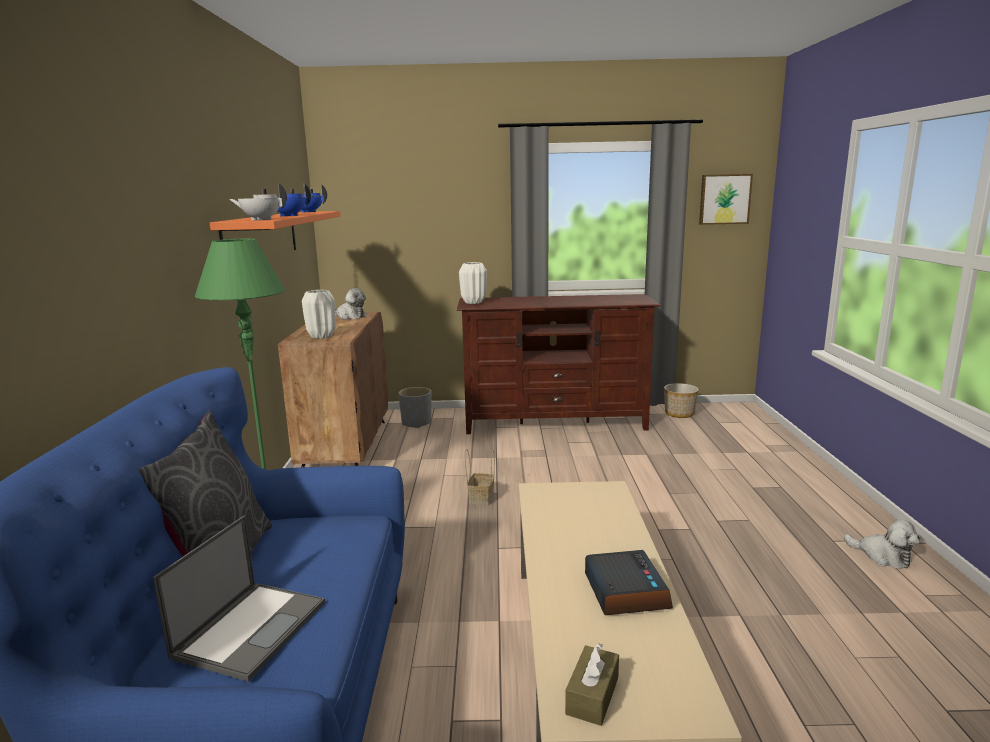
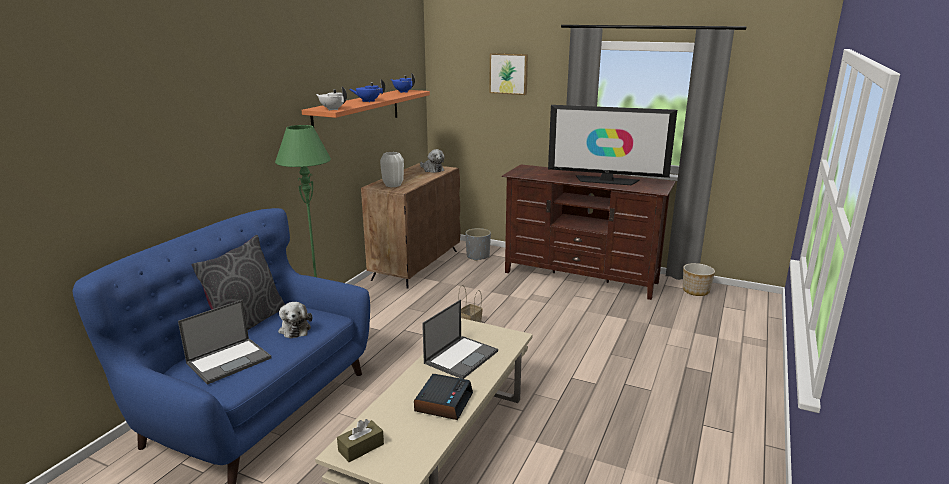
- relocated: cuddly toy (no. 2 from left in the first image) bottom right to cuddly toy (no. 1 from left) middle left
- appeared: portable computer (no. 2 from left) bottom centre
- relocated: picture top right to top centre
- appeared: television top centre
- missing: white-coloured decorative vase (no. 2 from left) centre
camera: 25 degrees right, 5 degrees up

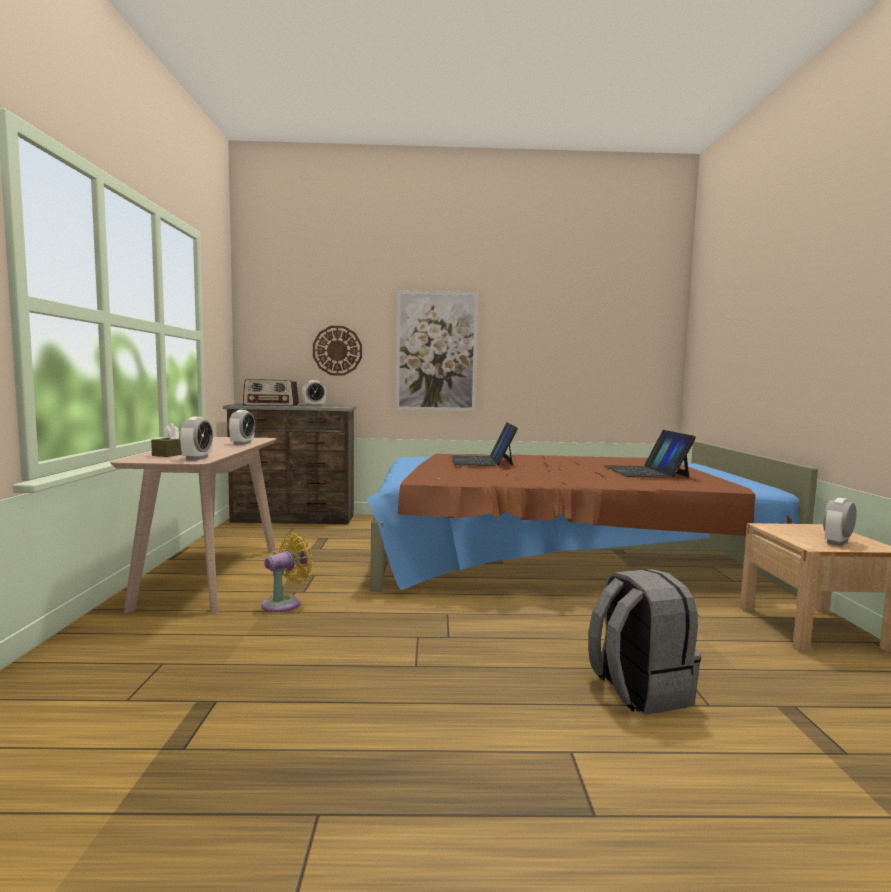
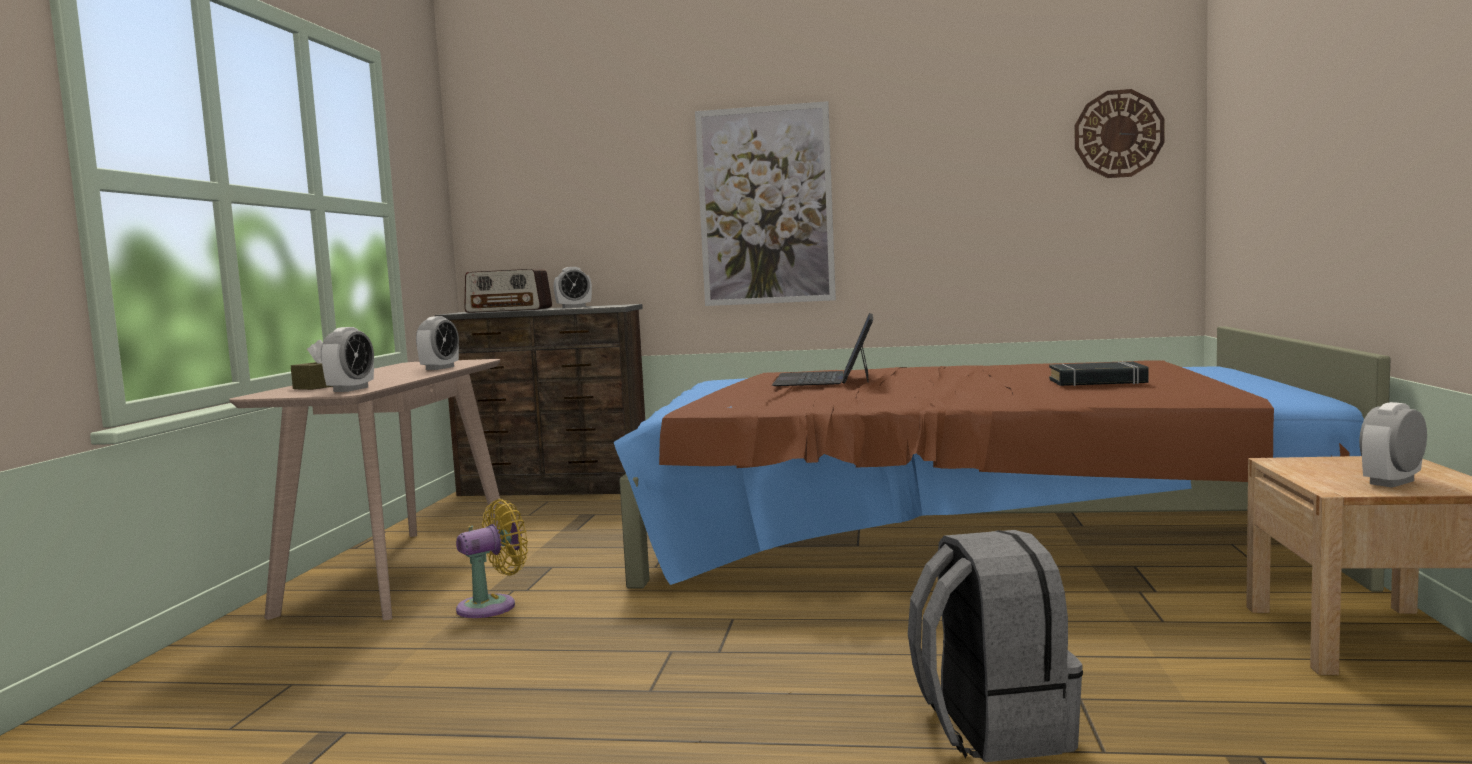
- exchanged: portable computer (no. 2 from left) middle right to black book middle right
- relocated: hanging clock centre to top right
camera: 10 degrees right, 0 degrees up

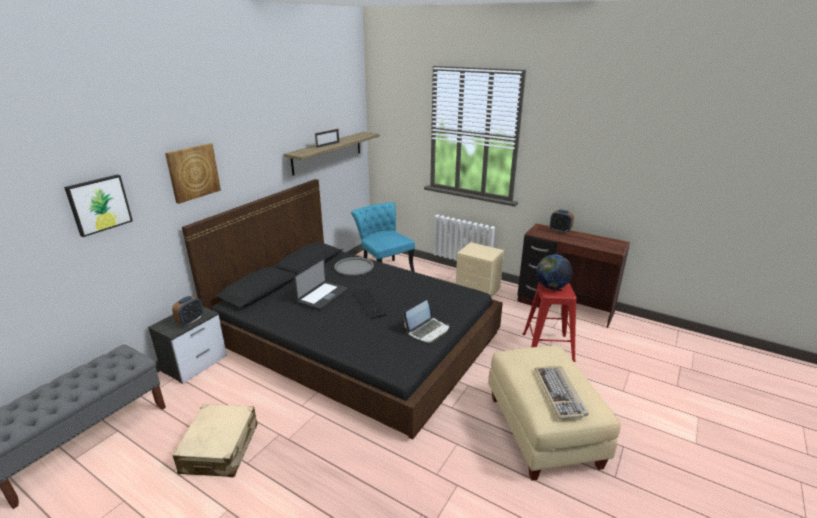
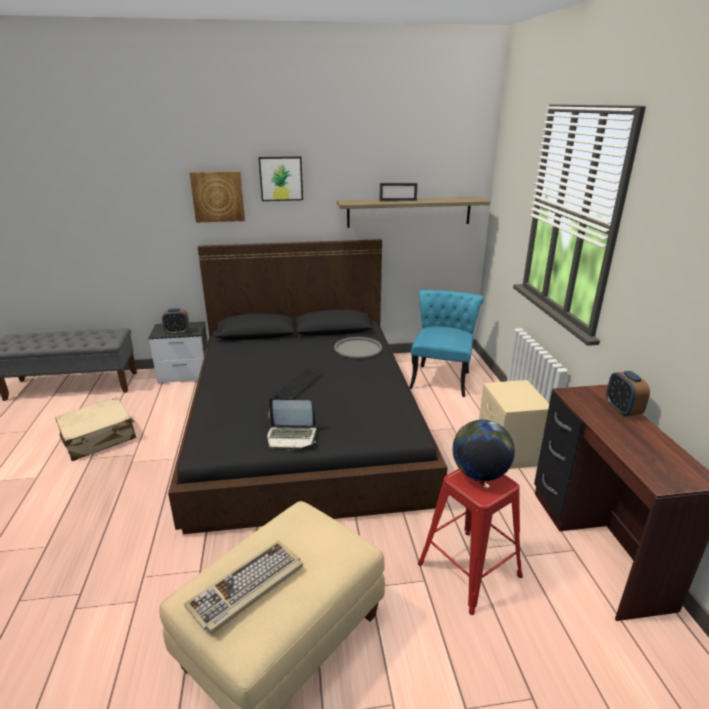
- relocated: picture (no. 1 from left in the first image) middle left to picture (no. 2 from left) top centre
- missing: portable computer (no. 1 from left) centre
camera: 50 degrees right, 0 degrees up

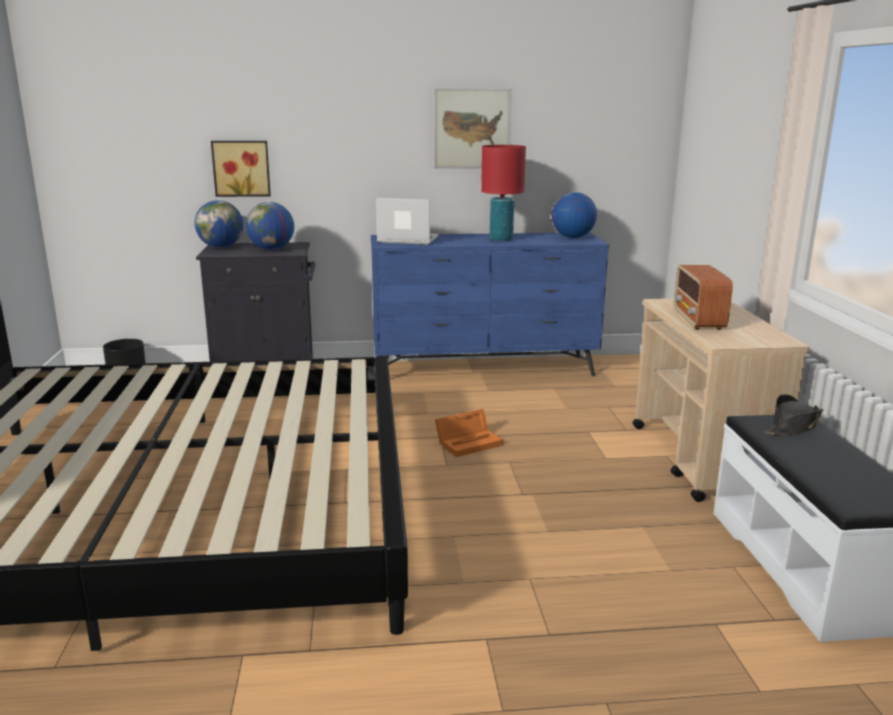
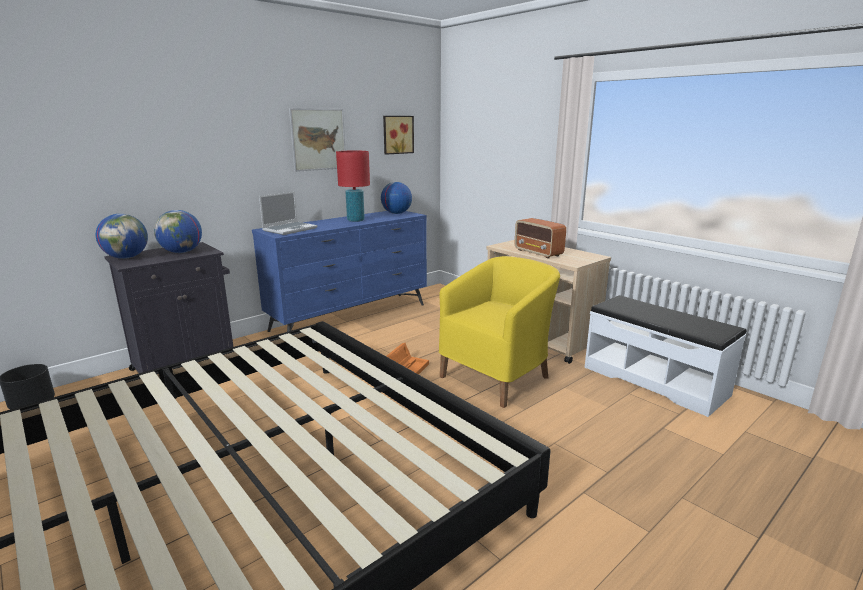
- spun: portable computer top centre = centre 150 degrees clockwise
- relocated: picture (no. 1 from left in the first image) top left to picture (no. 2 from left) top centre
- appeared: yellowish lounge chair centre
- missing: black wearable hat middle right
camera: 35 degrees left, 0 degrees up

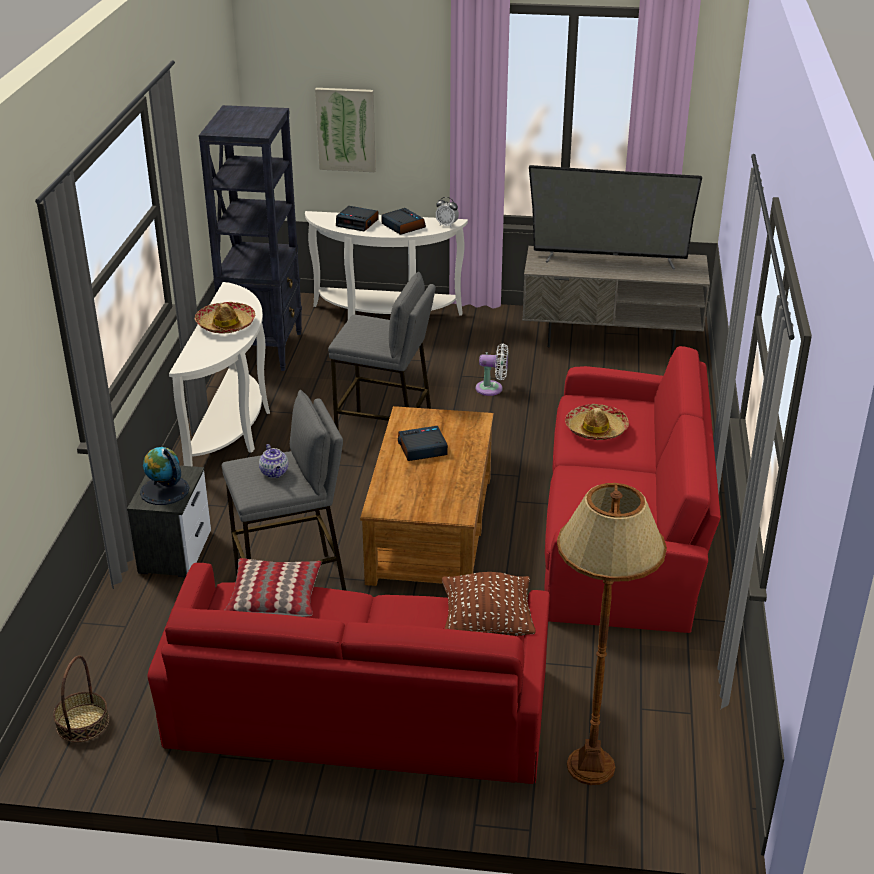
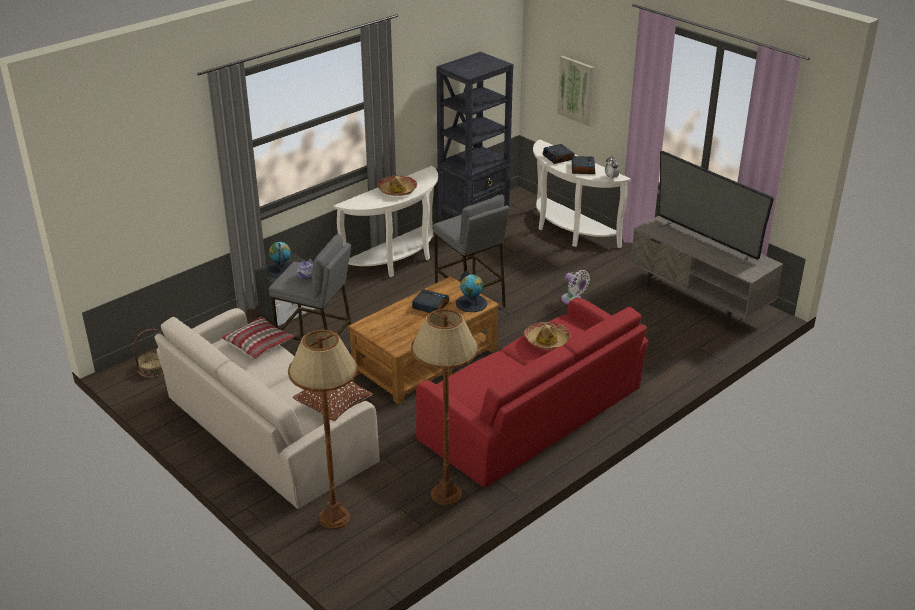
- colour: red-coloured sofa (no. 1 from left) bottom centre to sand-coloured sofa bottom left
- appeared: brown standing lamp (no. 2 from left) bottom centre
- appeared: globe (no. 2 from left) centre
camera: 40 degrees right, 0 degrees up

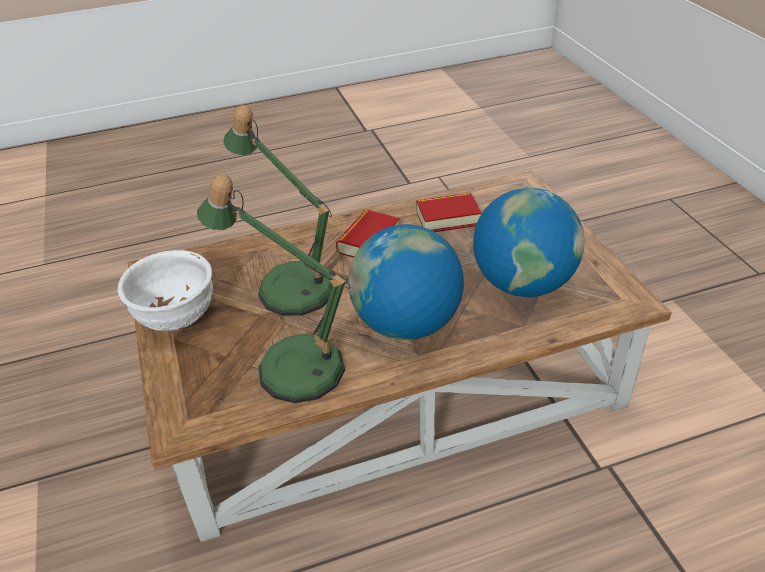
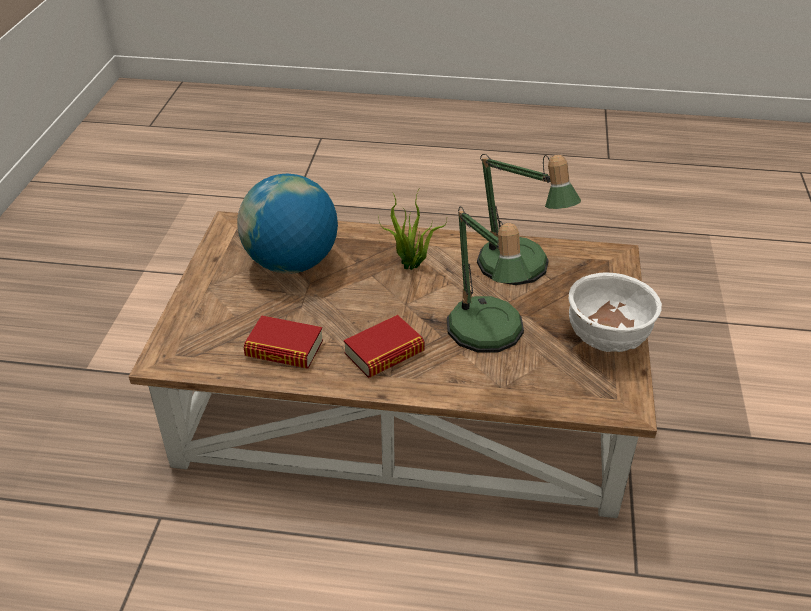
- exchanged: globe (no. 1 from left) centre to potted plant centre
camera: 155 degrees left, 0 degrees up

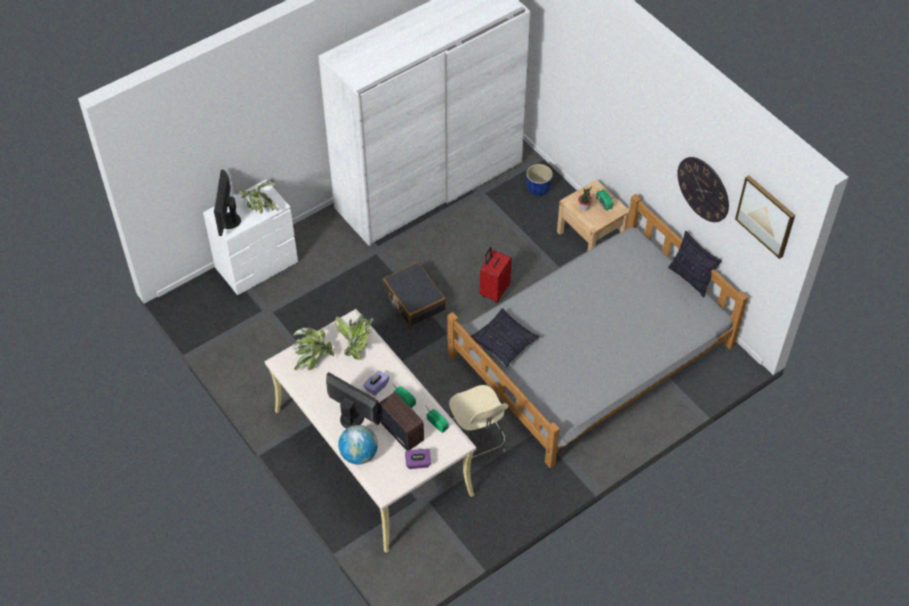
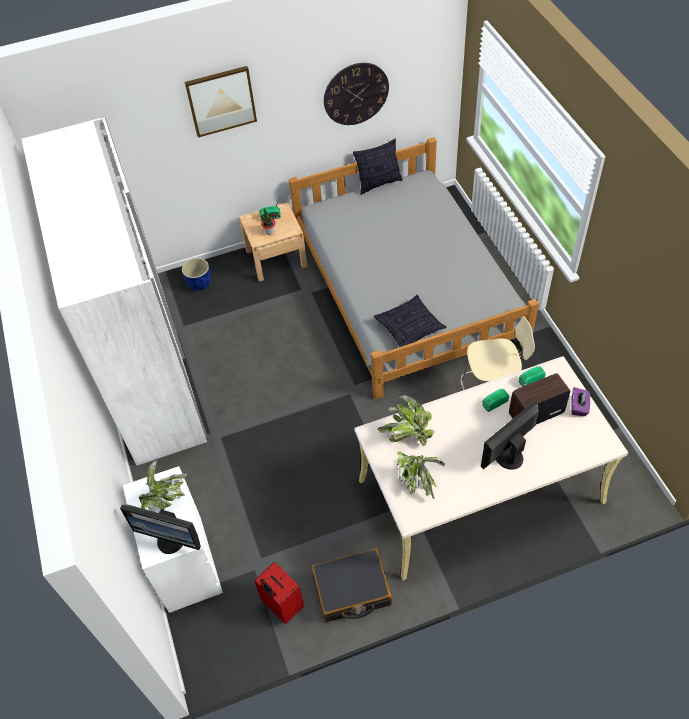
- relocated: picture middle right to top left
- relocated: red-coloured travel case centre to bottom centre
- relocated: black travel case centre to bottom centre
- missing: globe bottom centre
- missing: purple tissue holder (no. 1 from left) centre
camera: 70 degrees left, 0 degrees up

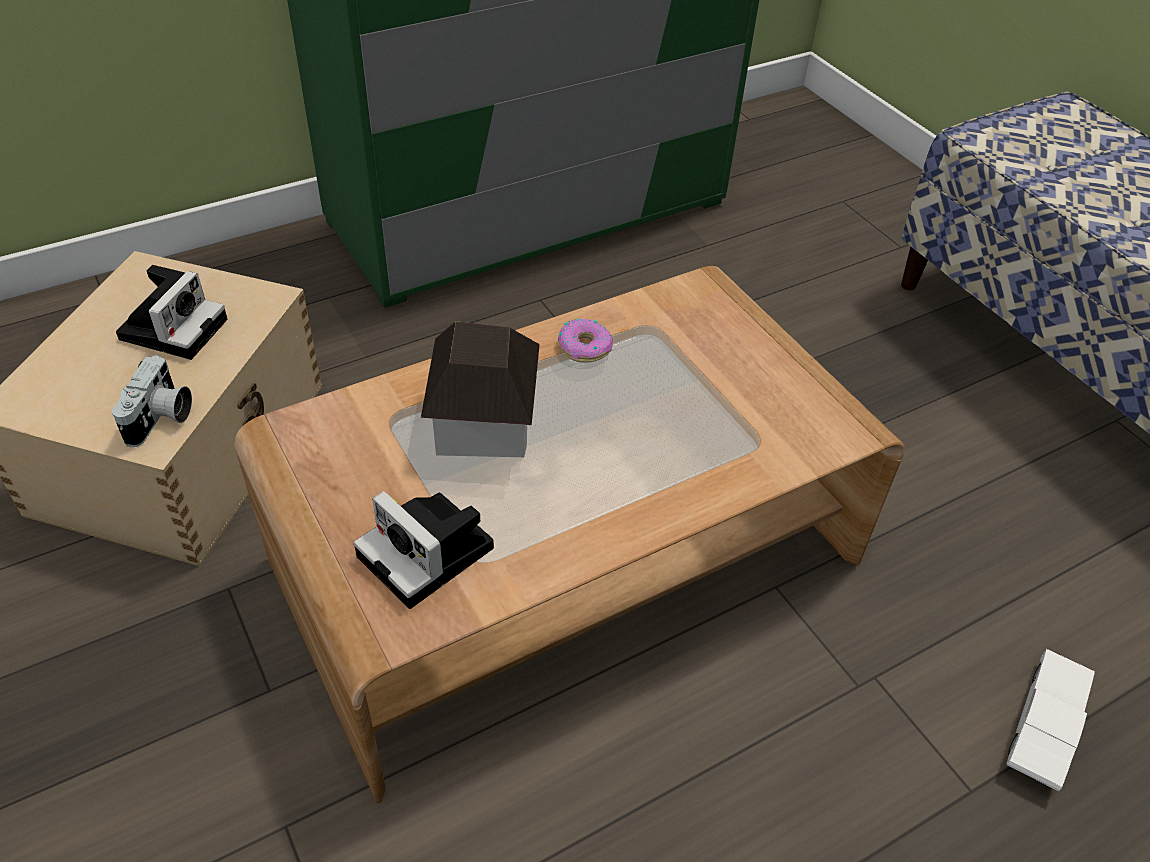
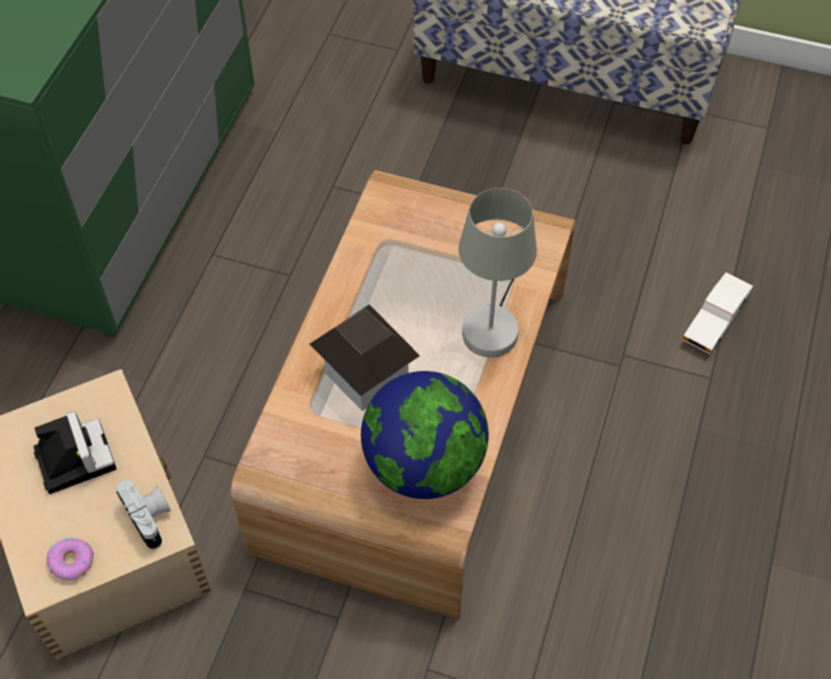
- relocated: donut centre to bottom left
- exchanged: still camera (no. 3 from left) centre to globe centre
- appeared: greyish table lamp centre
- spun: white-coloured toy car bottom right = middle right 135 degrees counterclockwise
camera: 40 degrees left, 10 degrees up

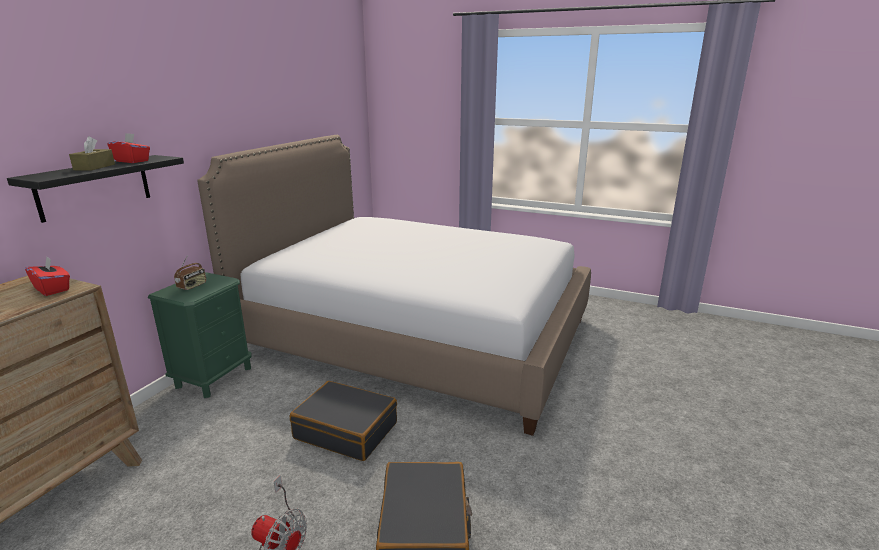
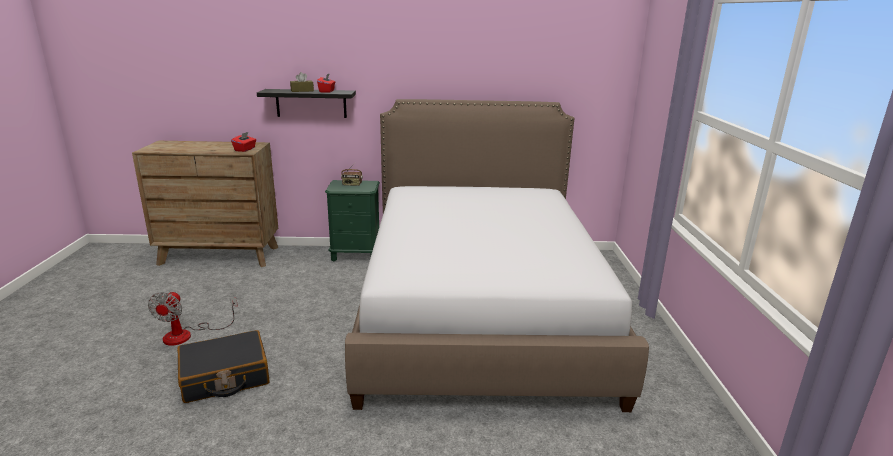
- missing: black travel case (no. 1 from left) bottom centre
camera: 65 degrees right, 0 degrees up

